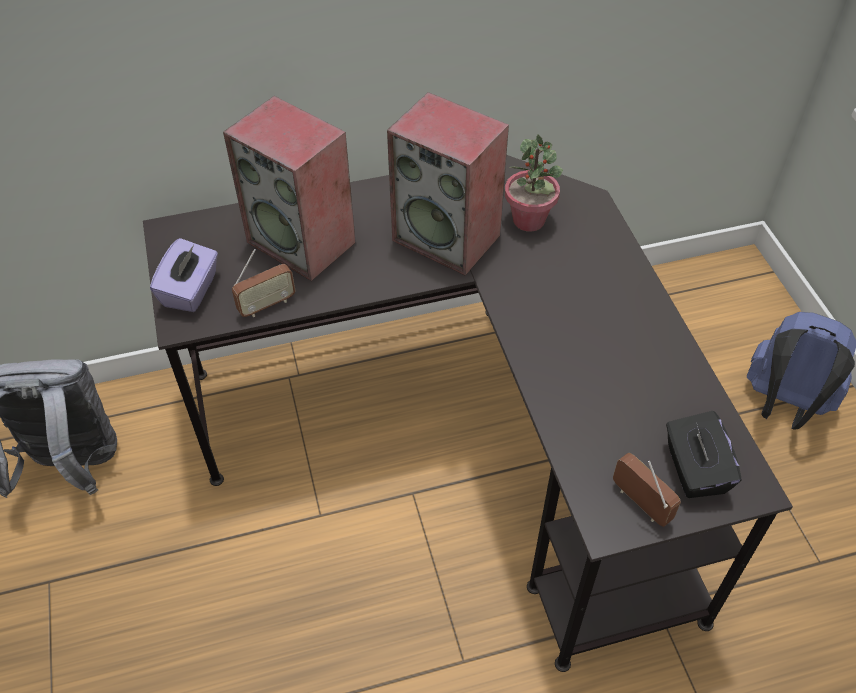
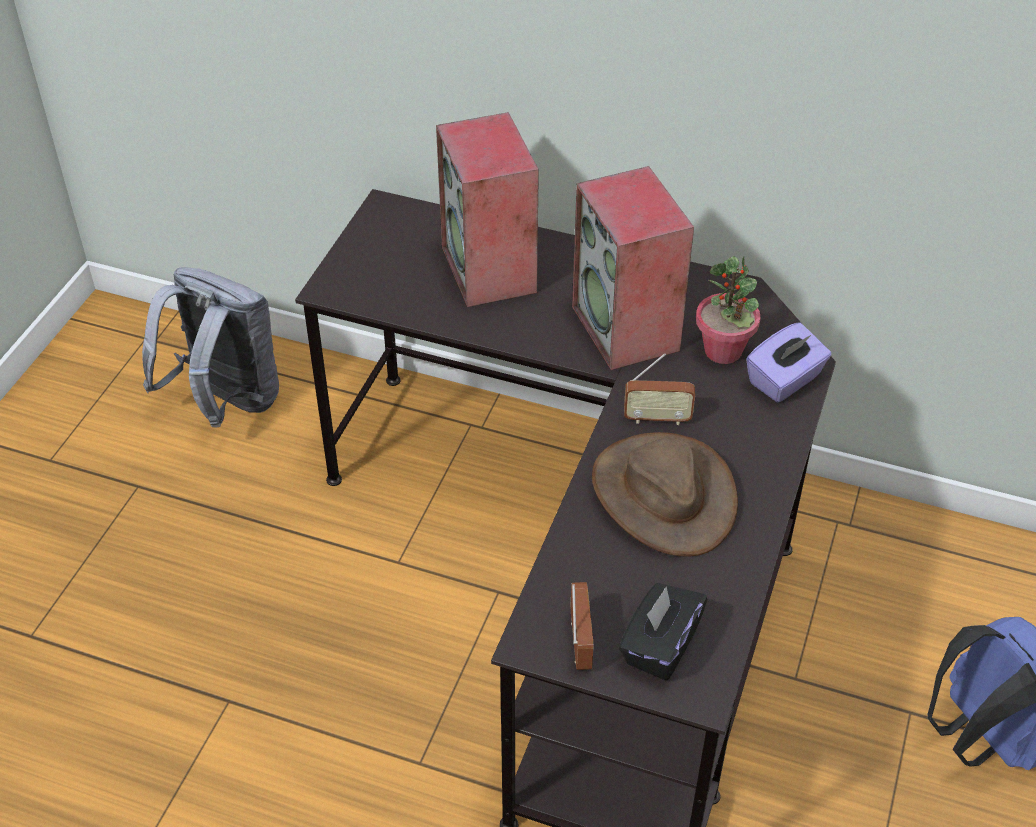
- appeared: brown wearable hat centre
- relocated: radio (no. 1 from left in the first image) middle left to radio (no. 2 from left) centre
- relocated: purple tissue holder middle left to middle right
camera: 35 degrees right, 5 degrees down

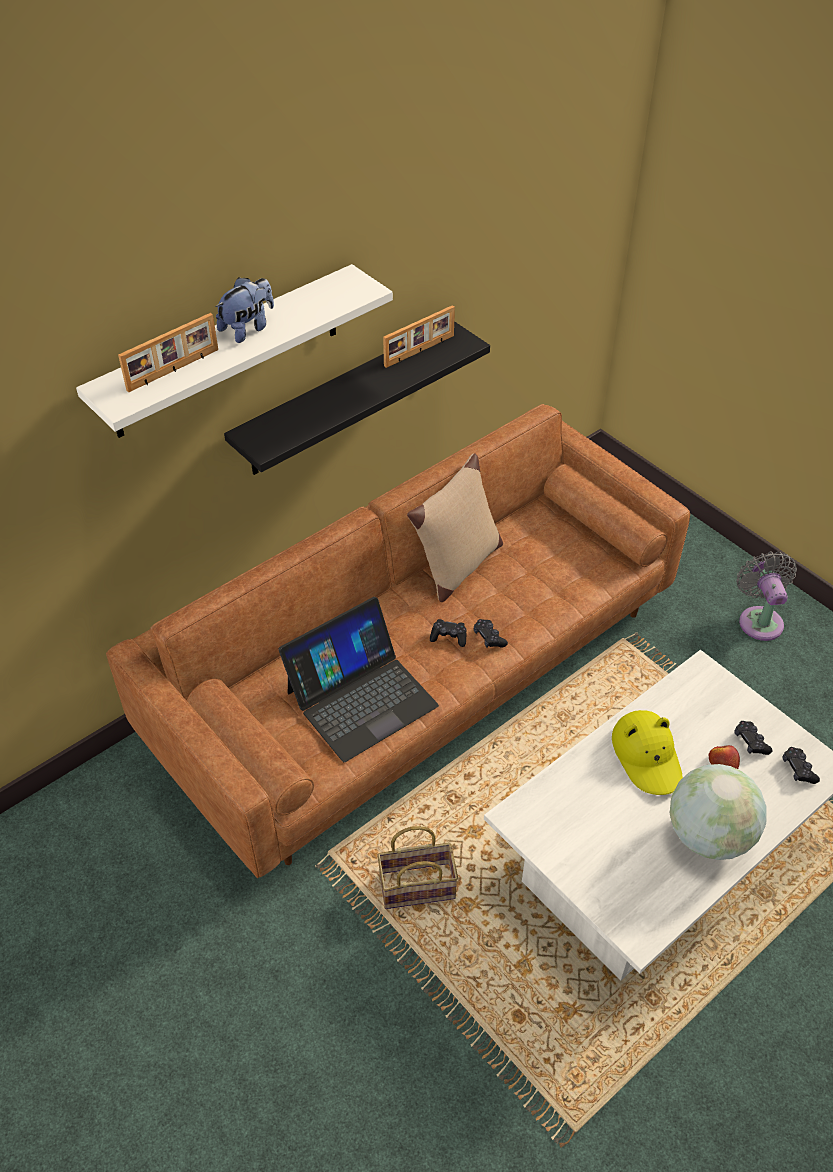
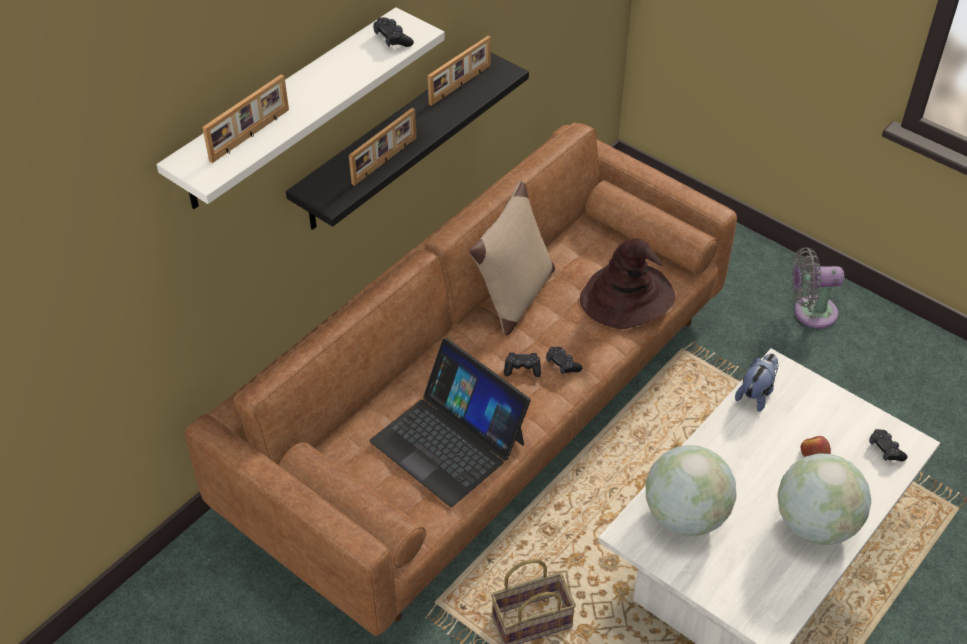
- appeared: standing frame (no. 2 from left) top centre
- spun: portable computer centre = centre 90 degrees clockwise
- relocated: black game controller (no. 3 from left in the first image) middle right to black game controller (no. 1 from left) top centre
- appeared: brown wearable hat centre
- appeared: globe (no. 1 from left) bottom right
- relocated: cuddly toy top left to middle right
- spun: greyish cooling fan middle right = middle right 75 degrees counterclockwise
- missing: yellowish wearable hat middle right
camera: 10 degrees left, 0 degrees up

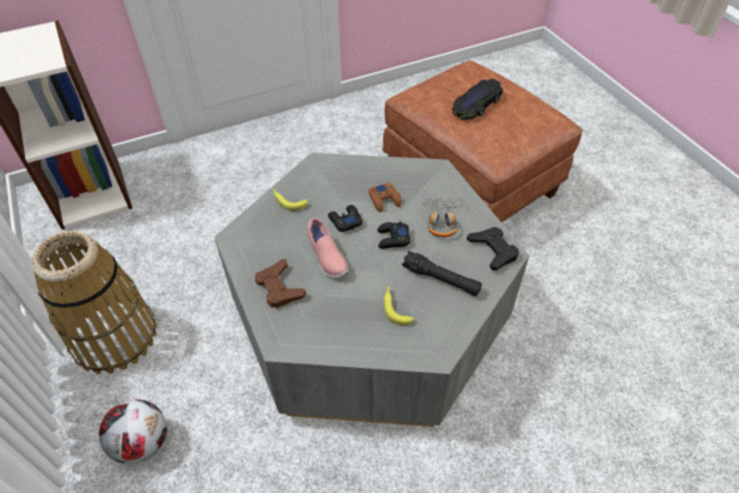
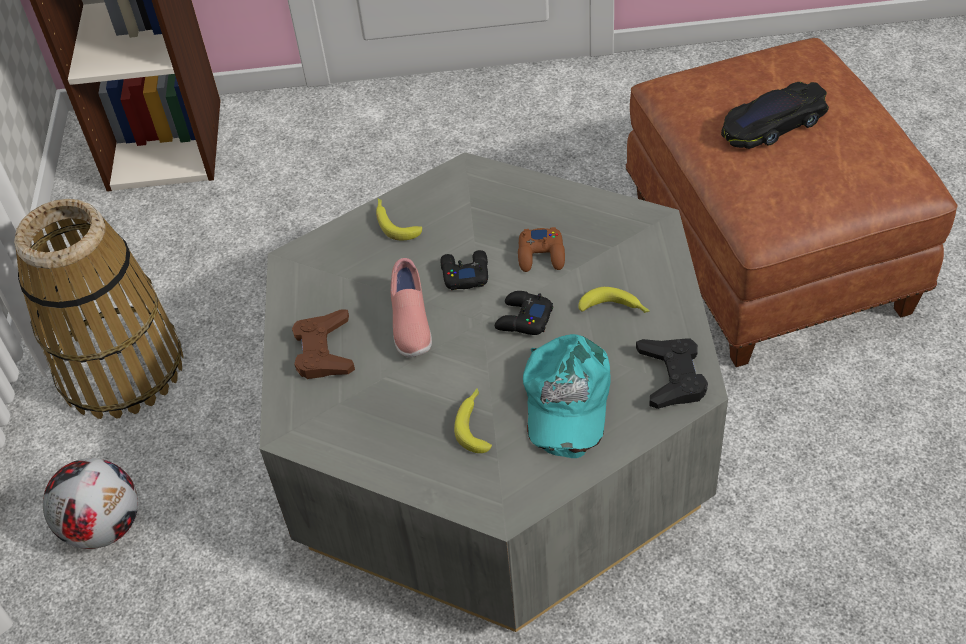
- exchanged: black torch centre to blue-green baseball cap centre
- exchanged: headset centre to banana (no. 3 from left) centre
camera: 25 degrees right, 0 degrees up

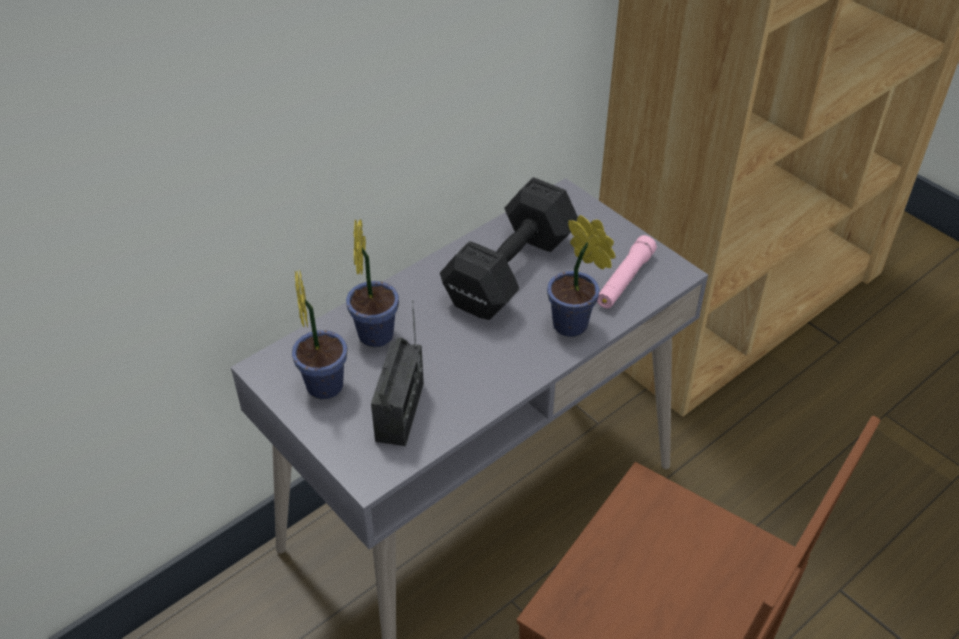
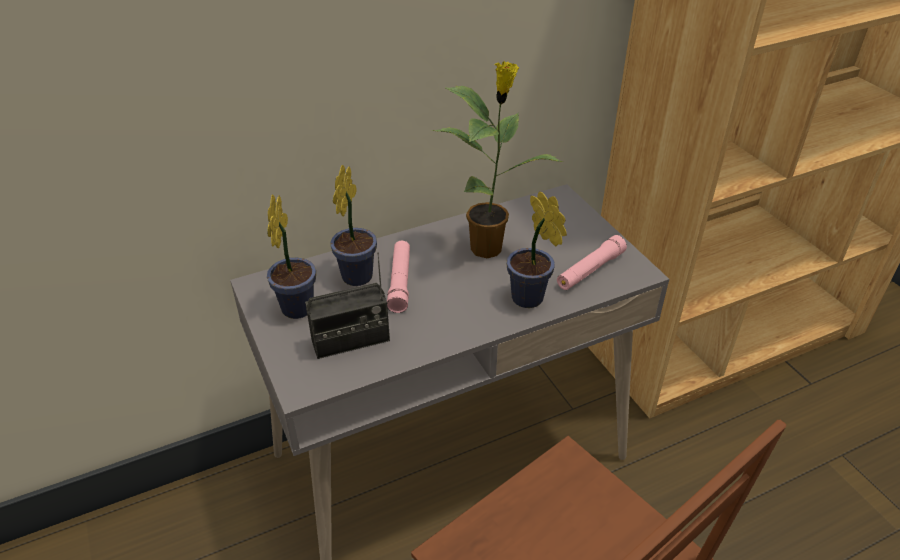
- spun: radio centre = centre 45 degrees clockwise
- appeared: pinkish torch (no. 1 from left) centre
- exchanged: black free weight centre to potted plant (no. 3 from left) top centre
camera: 15 degrees right, 5 degrees down

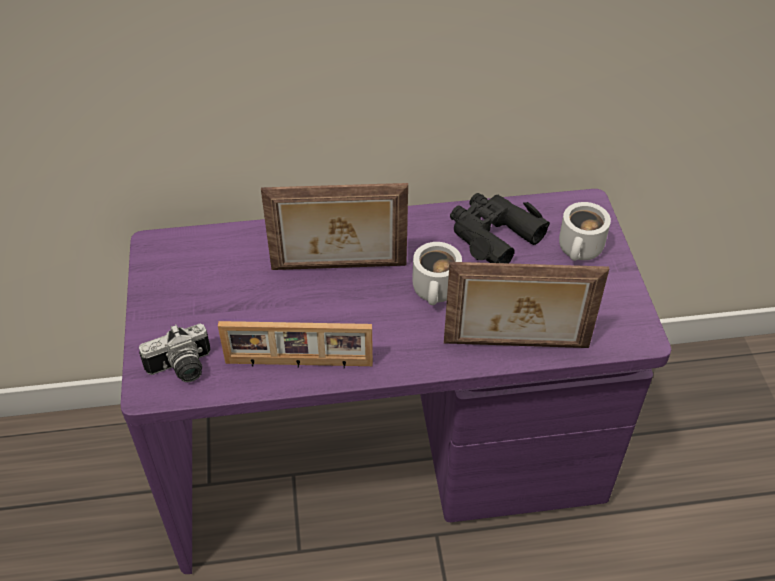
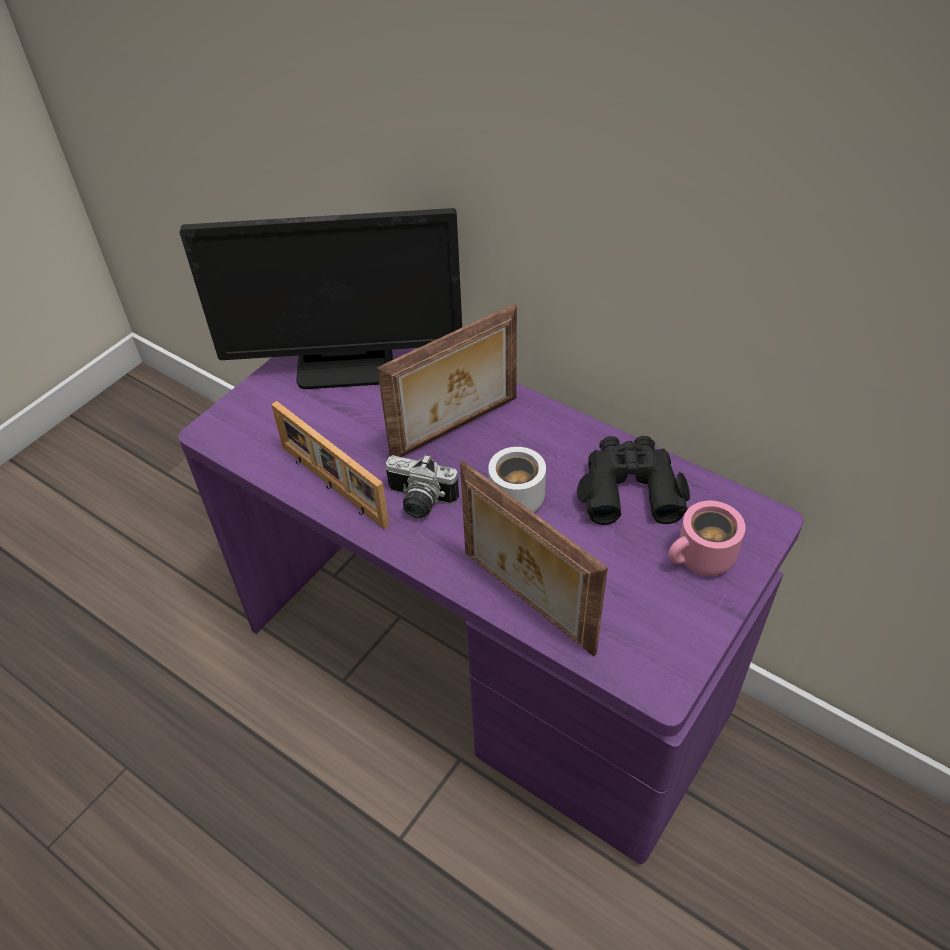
- appeared: computer screen top centre
- spun: standing frame (no. 2 from left) centre = centre 75 degrees counterclockwise
- relocated: still camera middle left to centre
- colour: white-coloured tea mug (no. 2 from left) middle right to pinkish tea mug middle right
camera: 45 degrees right, 0 degrees up

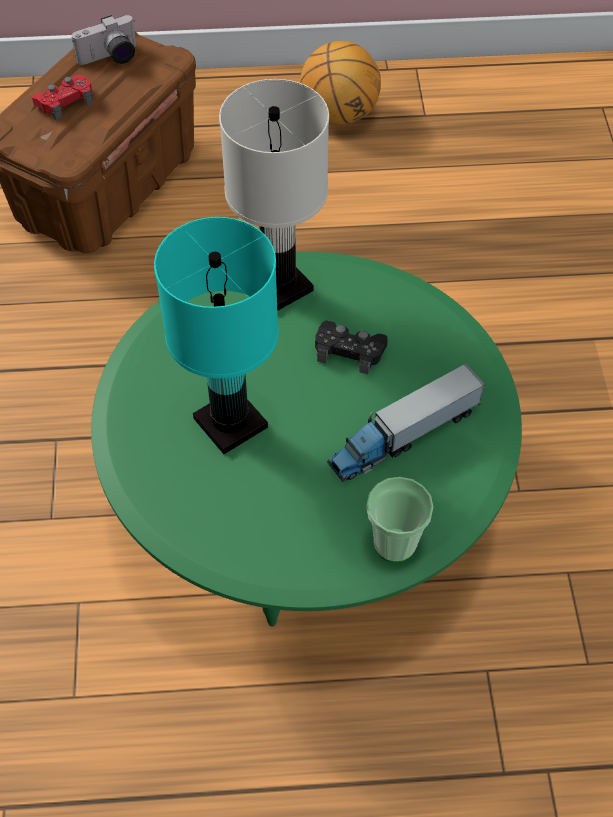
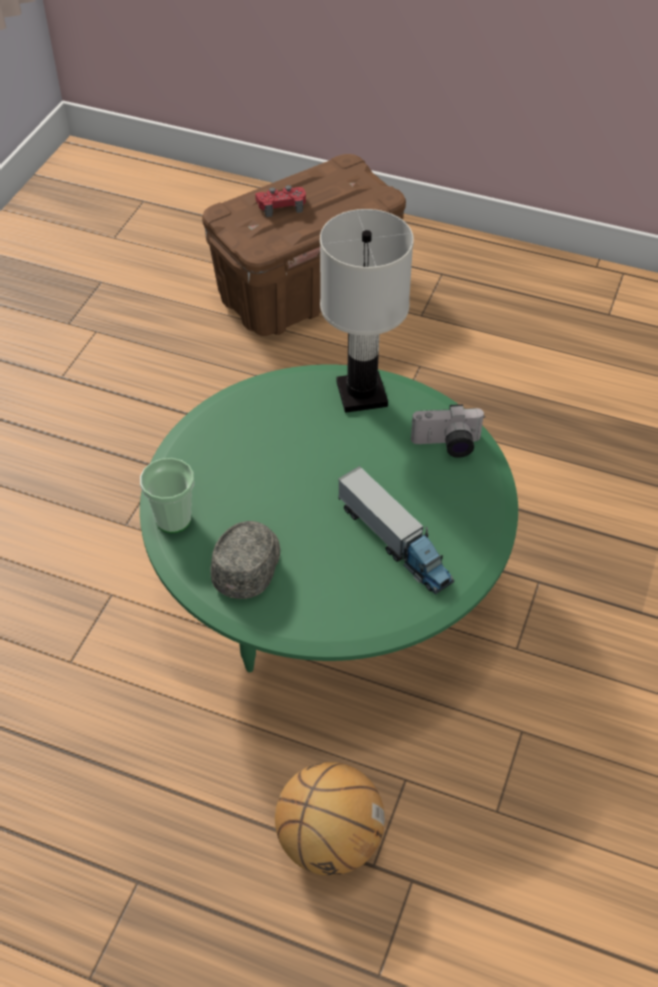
- relocated: small cup centre to middle left
- appeared: greyish baseball cap centre
- relocated: basketball ball top centre to bottom centre
- spun: model truck centre = centre 120 degrees counterclockwise
- relocated: still camera top left to middle right
- missing: blue-green table lamp centre
- missing: black game controller centre
camera: 25 degrees right, 5 degrees down

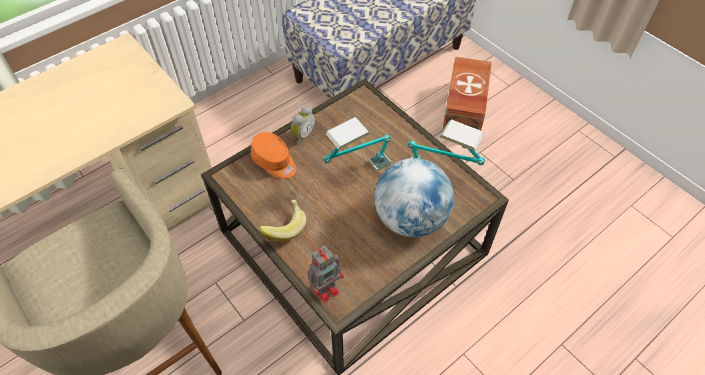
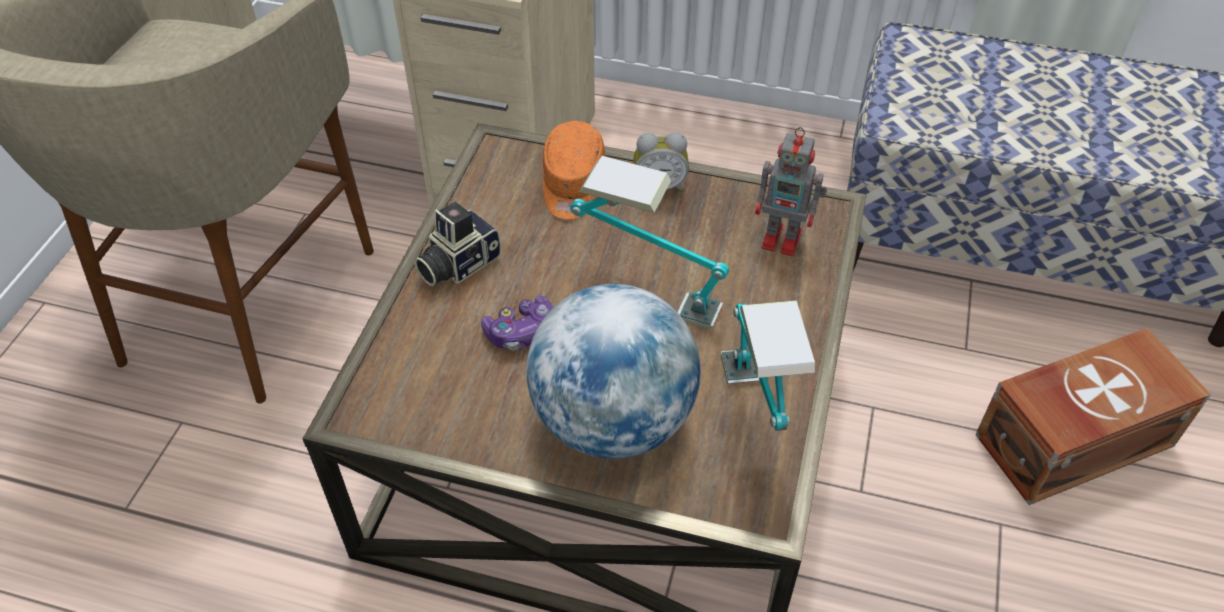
- exchanged: banana centre to still camera centre
- appeared: game controller centre
- relocated: toy robot bottom centre to top centre
camera: 55 degrees right, 5 degrees down

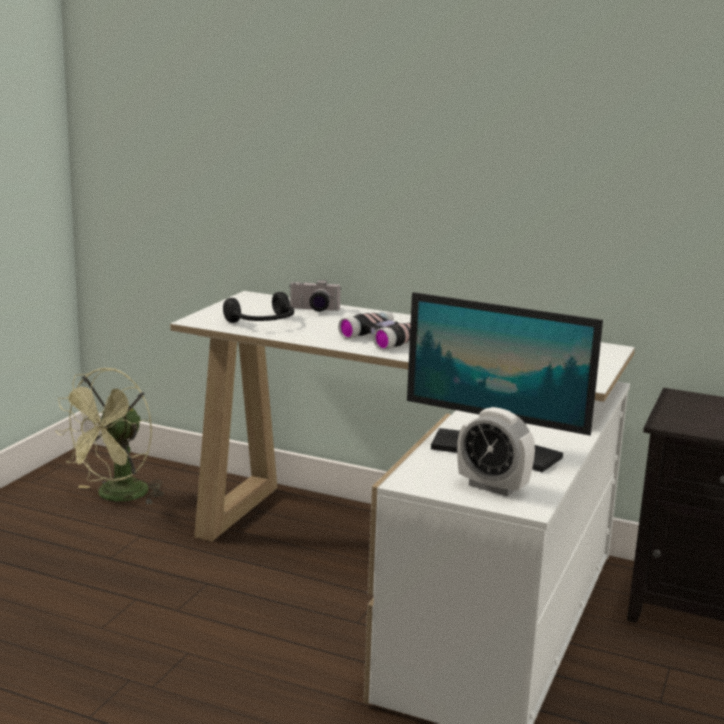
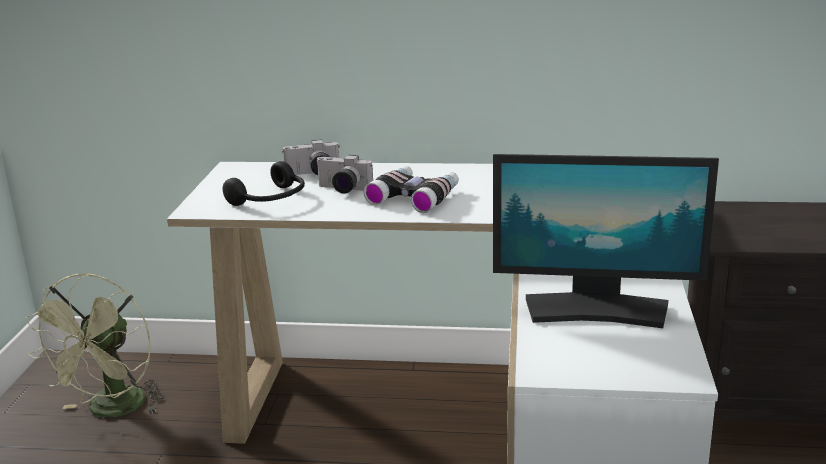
- appeared: still camera (no. 2 from left) centre
- missing: table clock middle right
camera: 15 degrees left, 5 degrees up

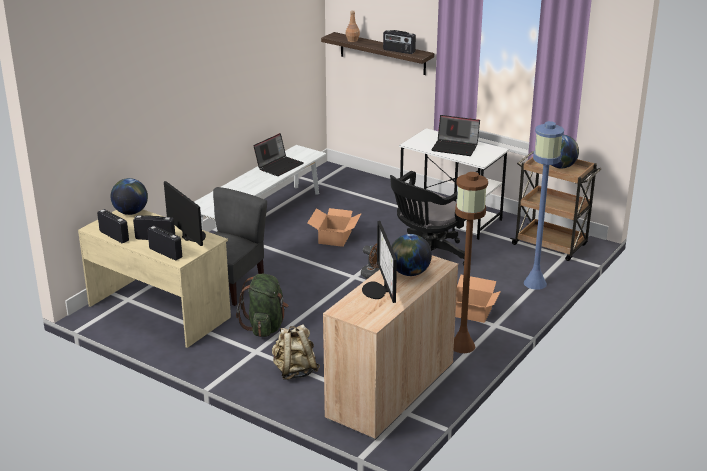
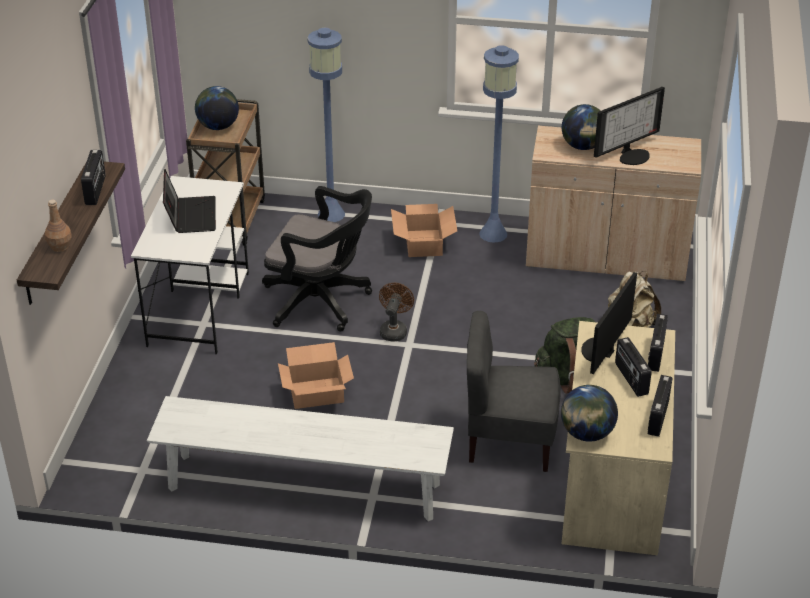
- colour: brown standing lamp centre to blue standing lamp (no. 2 from left) top centre
- missing: portable computer (no. 1 from left) top centre
camera: 115 degrees left, 10 degrees up

